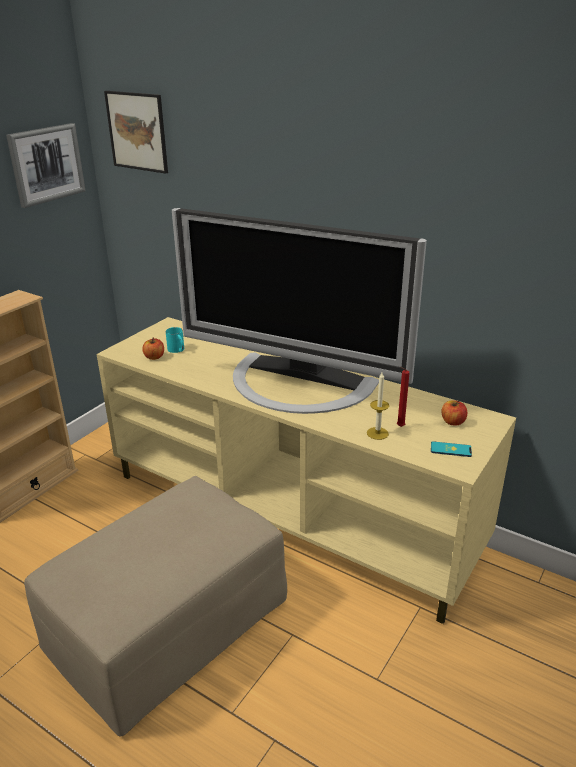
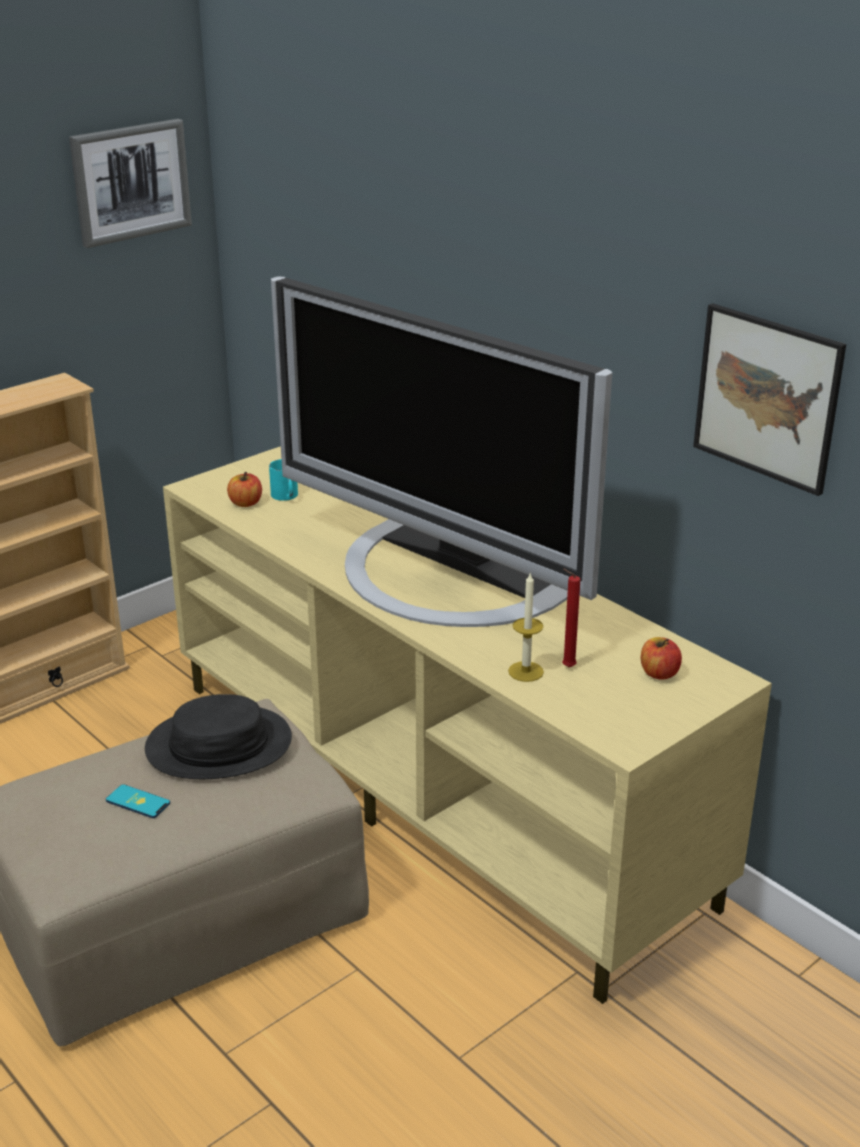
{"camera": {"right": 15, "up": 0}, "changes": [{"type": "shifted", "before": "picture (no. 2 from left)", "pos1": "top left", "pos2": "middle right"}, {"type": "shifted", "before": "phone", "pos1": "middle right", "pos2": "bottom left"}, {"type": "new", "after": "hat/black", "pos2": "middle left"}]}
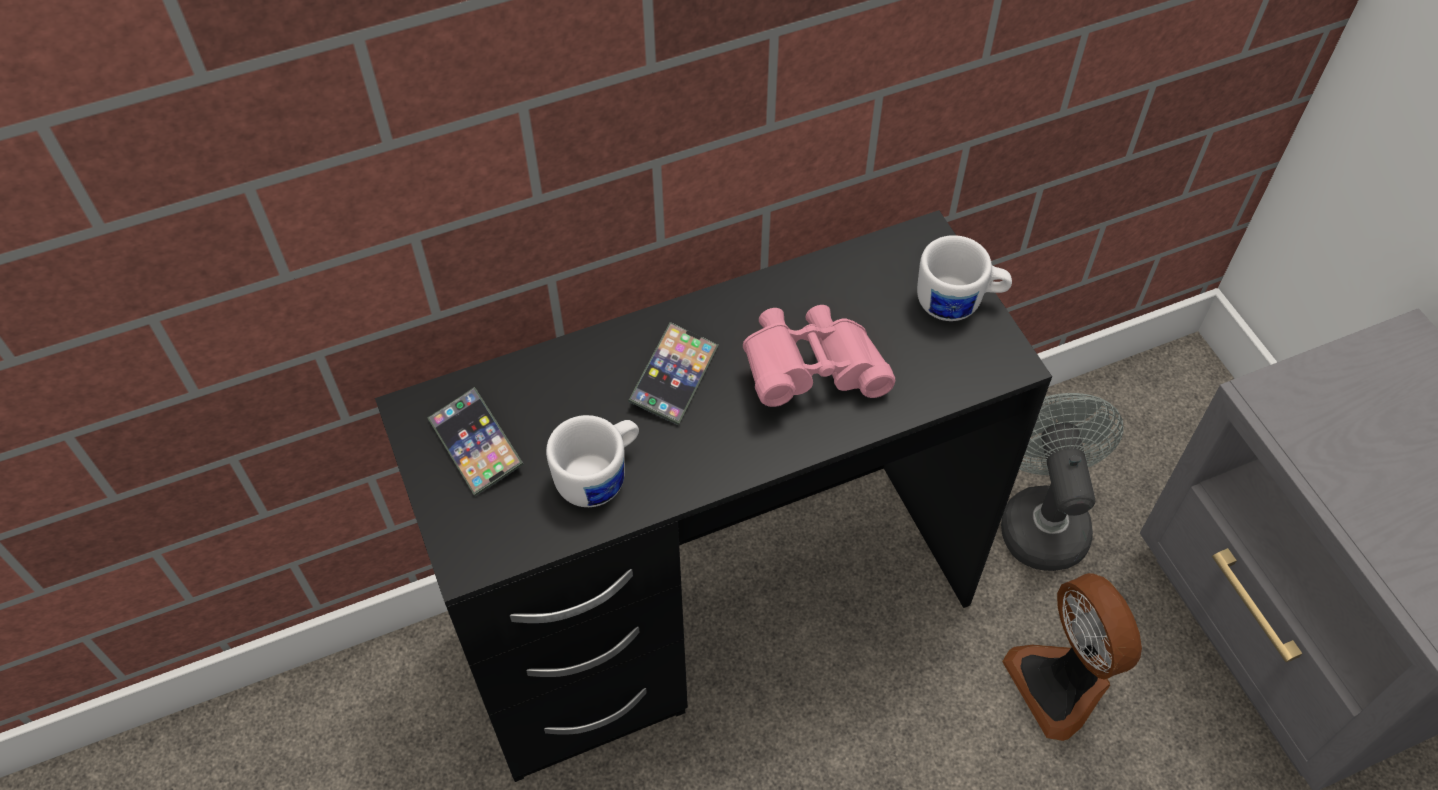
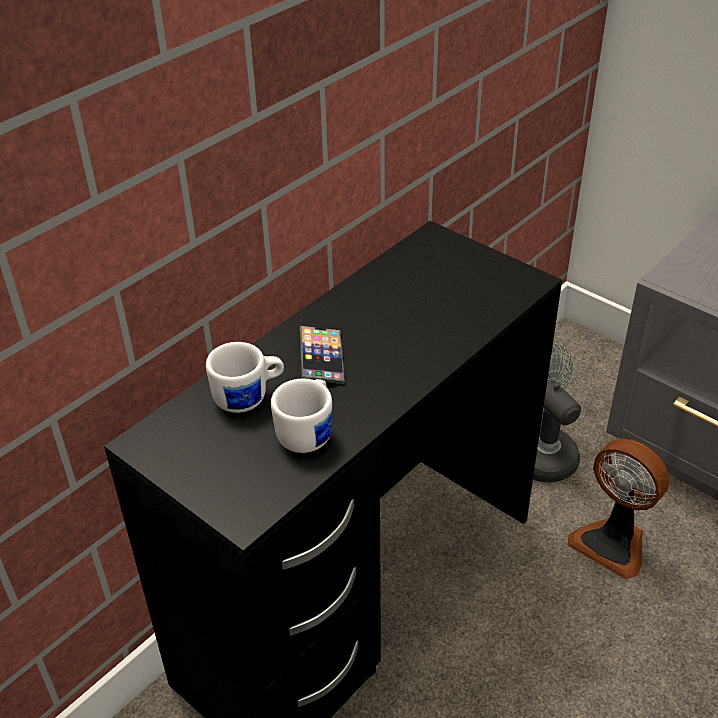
{"camera": {"right": -25, "up": -15}, "changes": [{"type": "gone", "before": "phone (no. 1 from left)", "pos1": "middle left"}, {"type": "gone", "before": "binoculars/pink", "pos1": "centre"}, {"type": "shifted", "before": "mug/white (no. 2 from left in the first image)", "after": "mug/white (no. 1 from left)", "pos1": "middle right", "pos2": "centre"}]}
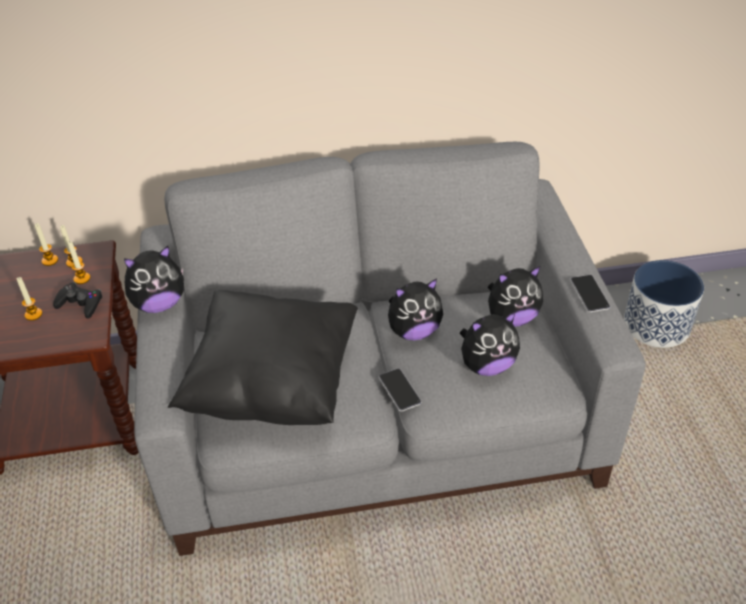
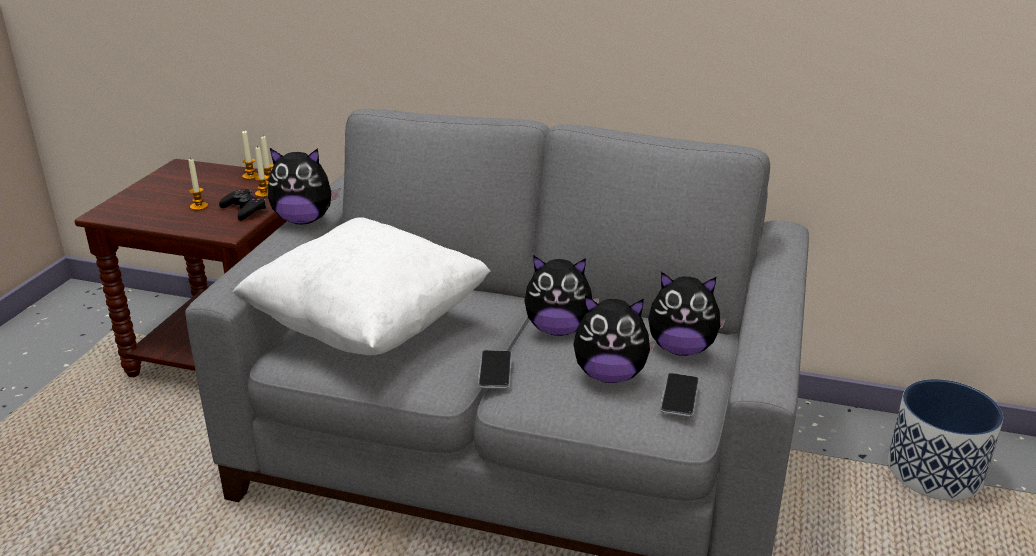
{"camera": {"right": 25, "up": -15}, "changes": [{"type": "repainted", "before": "pillow/black", "after": "pillow/white", "pos1": "centre", "pos2": "centre"}, {"type": "shifted", "before": "phone (no. 2 from left)", "pos1": "middle right", "pos2": "bottom centre"}]}
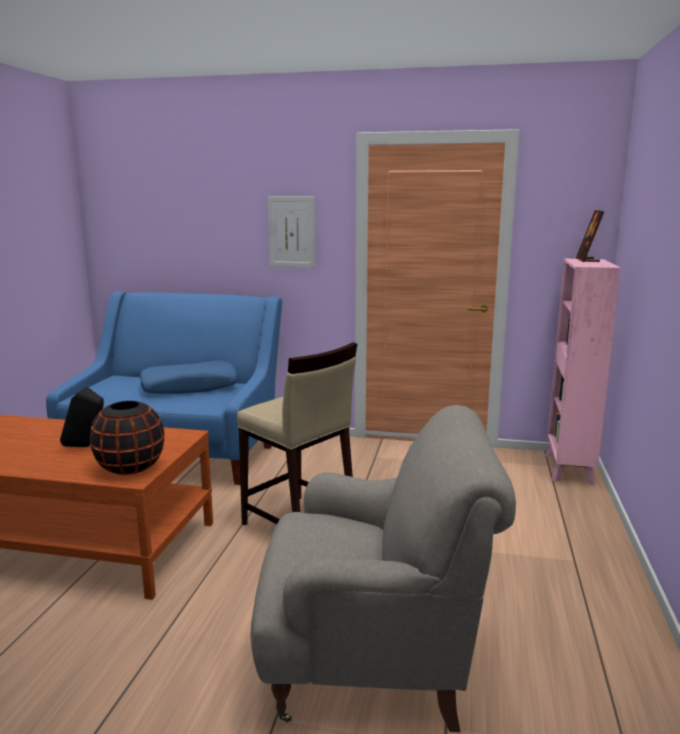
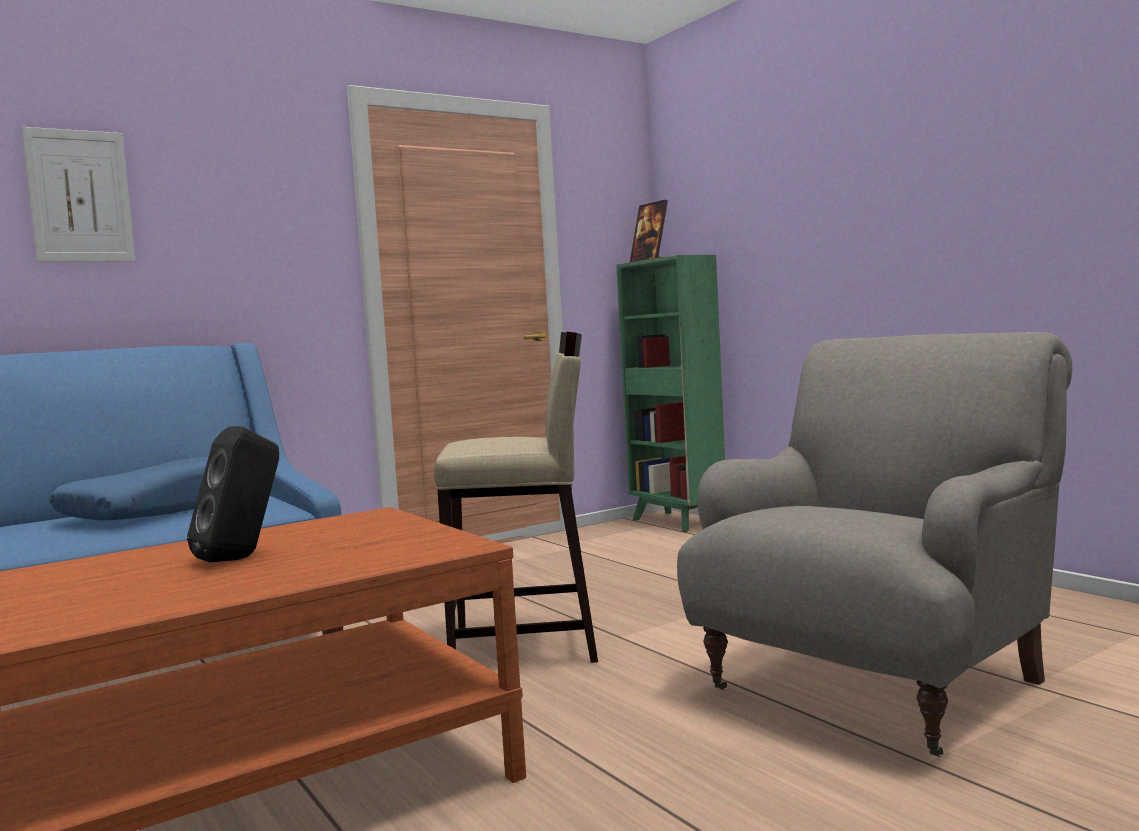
{"camera": {"right": -45, "up": -10}, "changes": [{"type": "gone", "before": "vase/black", "pos1": "middle left"}, {"type": "shifted", "before": "picture", "pos1": "top centre", "pos2": "top left"}, {"type": "repainted", "before": "bookcase/pink", "after": "bookcase/green", "pos1": "middle right", "pos2": "centre"}]}
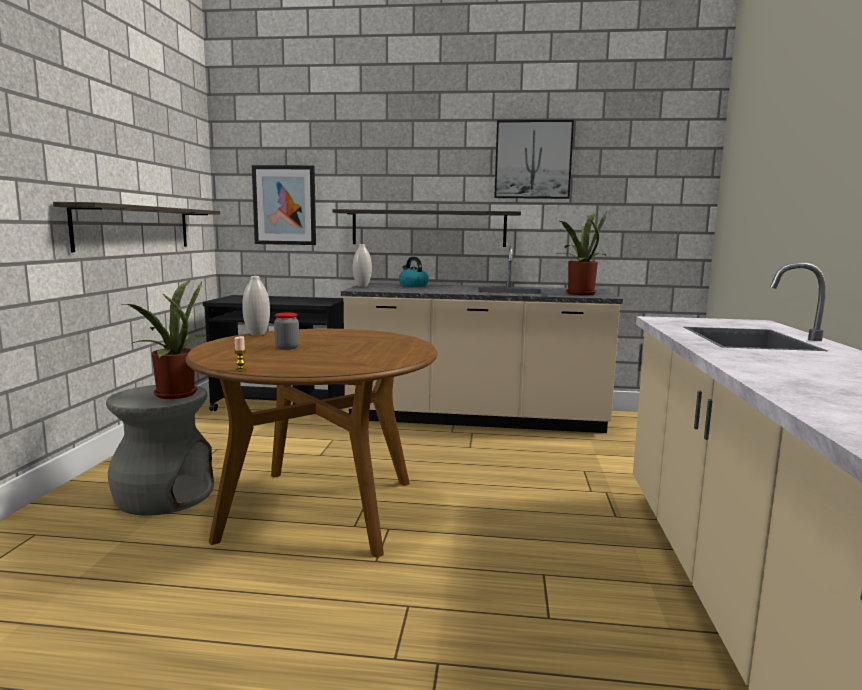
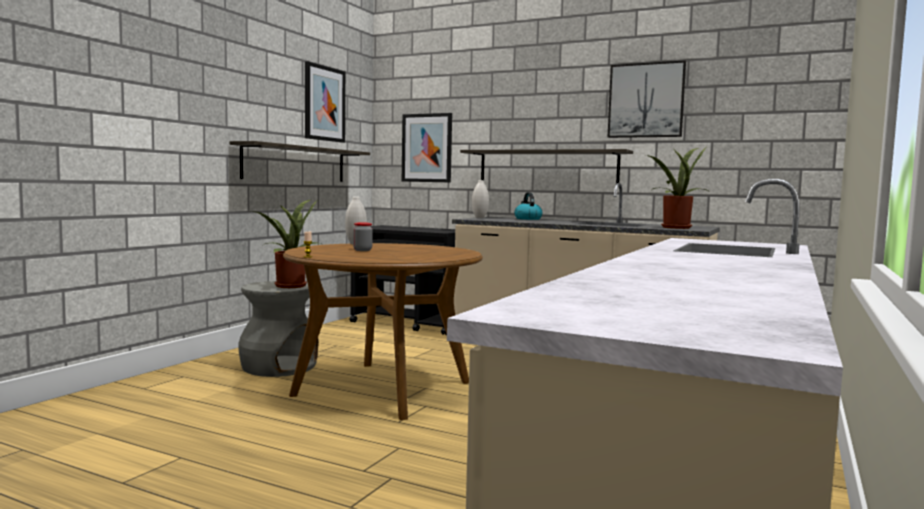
{"camera": {"right": 20, "up": -5}, "changes": [{"type": "new", "after": "picture (no. 1 from left)", "pos2": "top centre"}]}
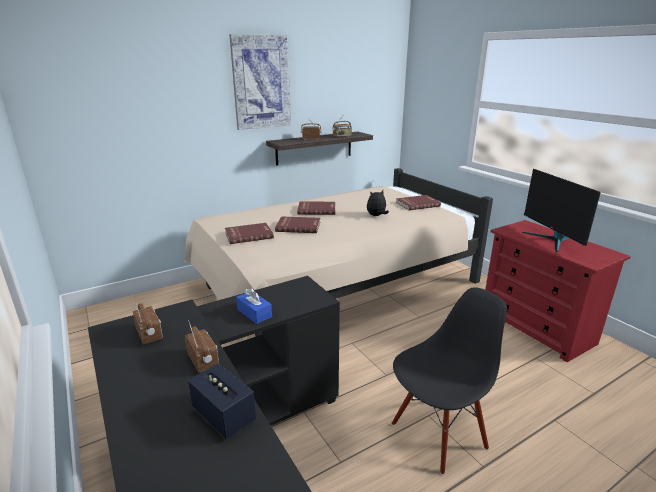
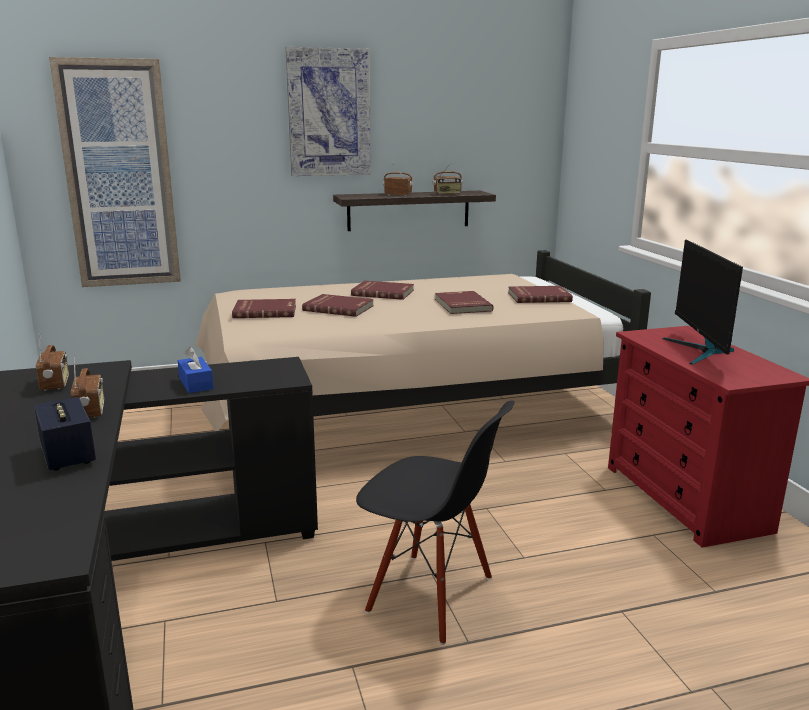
{"camera": {"right": 15, "up": -5}, "changes": [{"type": "swapped", "before": "plush toy", "after": "book/red (no. 4 from left)", "pos1": "centre", "pos2": "centre"}, {"type": "rotated", "before": "chair/black", "pos1": "bottom right", "pos2": "bottom centre", "turn": 45}, {"type": "new", "after": "picture (no. 1 from left)", "pos2": "top left"}]}
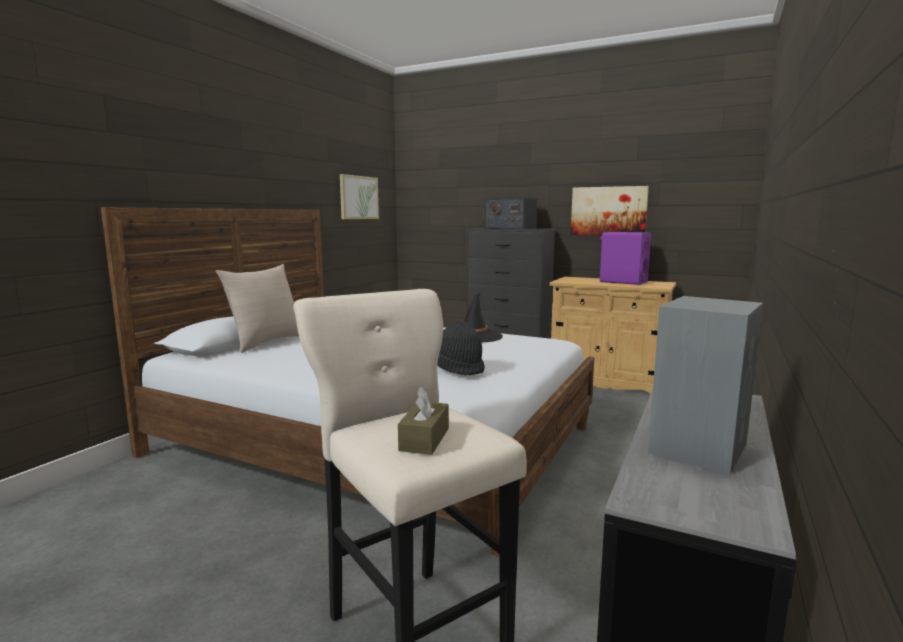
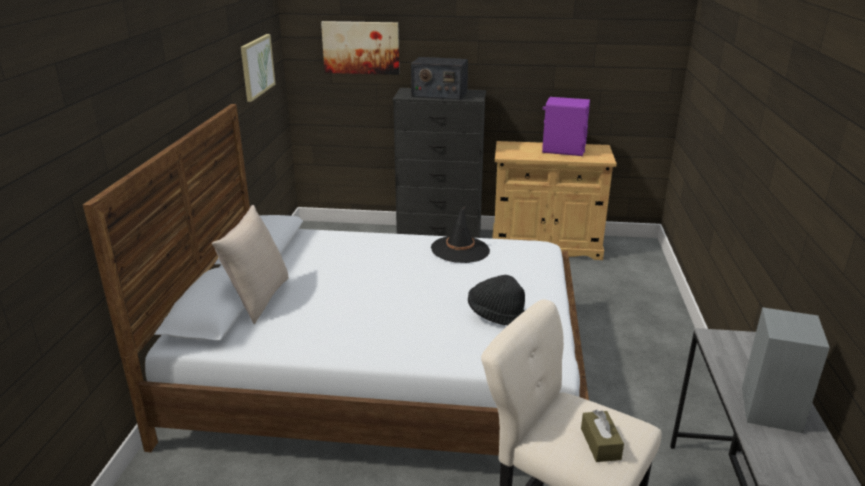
{"camera": {"right": -20, "up": 15}, "changes": [{"type": "shifted", "before": "picture (no. 2 from left)", "pos1": "top right", "pos2": "top centre"}]}
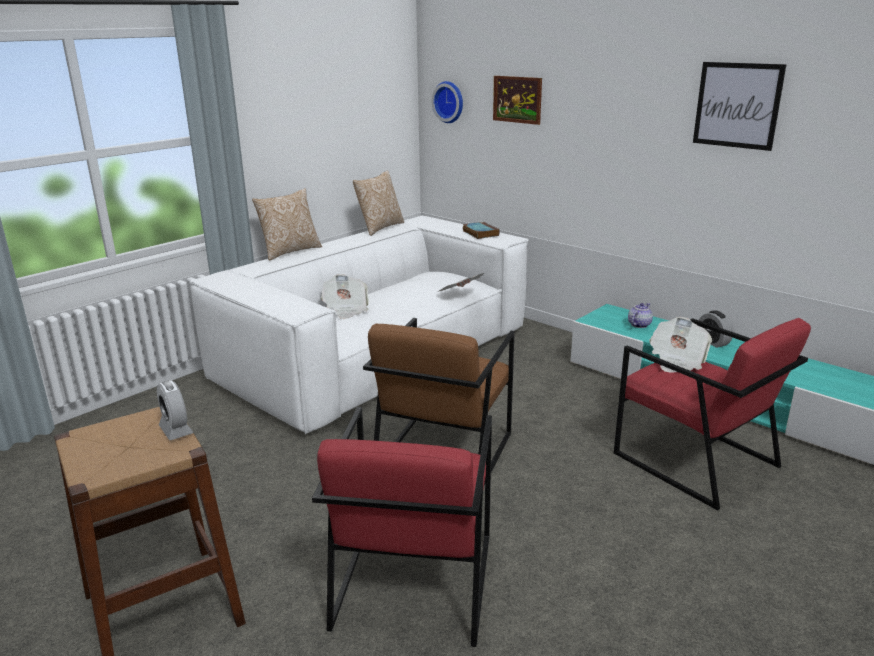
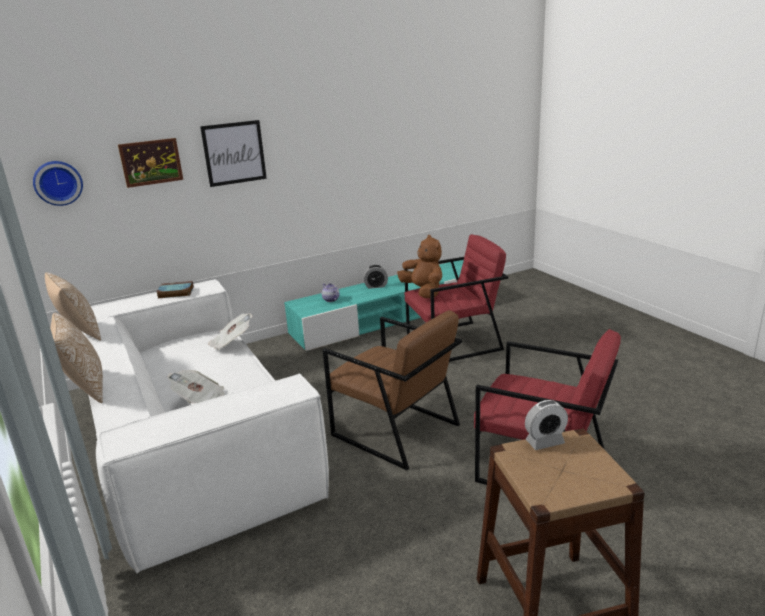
{"camera": {"right": -70, "up": 0}, "changes": [{"type": "swapped", "before": "newspaper (no. 3 from left)", "after": "plush toy/brown", "pos1": "middle right", "pos2": "centre"}, {"type": "shifted", "before": "picture (no. 2 from left)", "pos1": "top right", "pos2": "top left"}]}
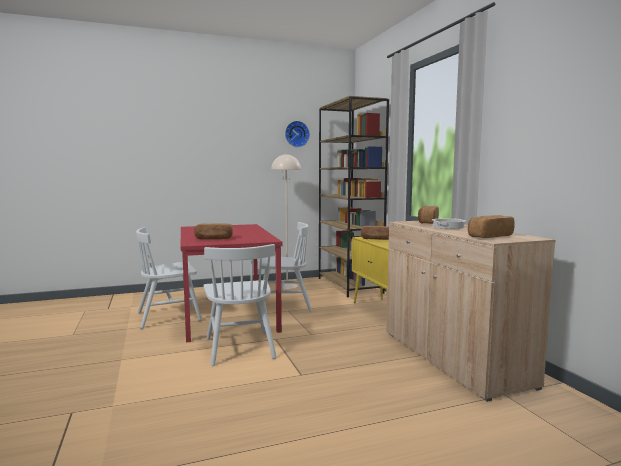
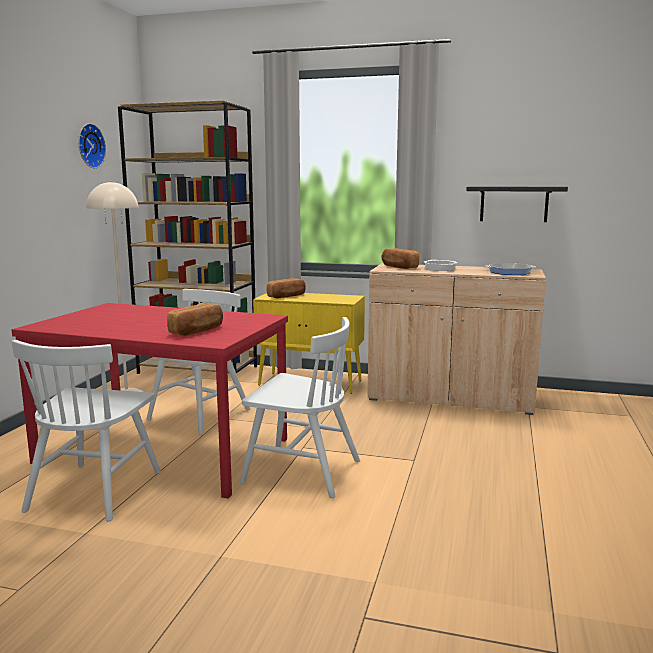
{"camera": {"right": -55, "up": 5}, "changes": [{"type": "swapped", "before": "bread (no. 4 from left)", "after": "frying pan", "pos1": "middle right", "pos2": "middle right"}, {"type": "new", "after": "shelf/black", "pos2": "top right"}]}
